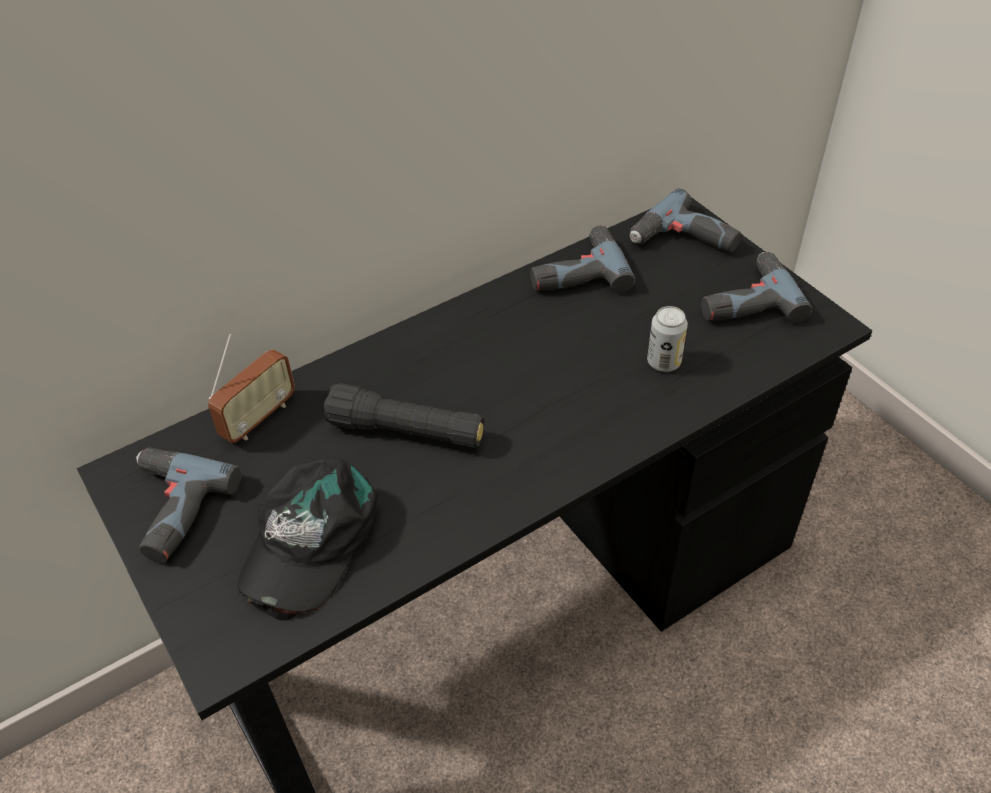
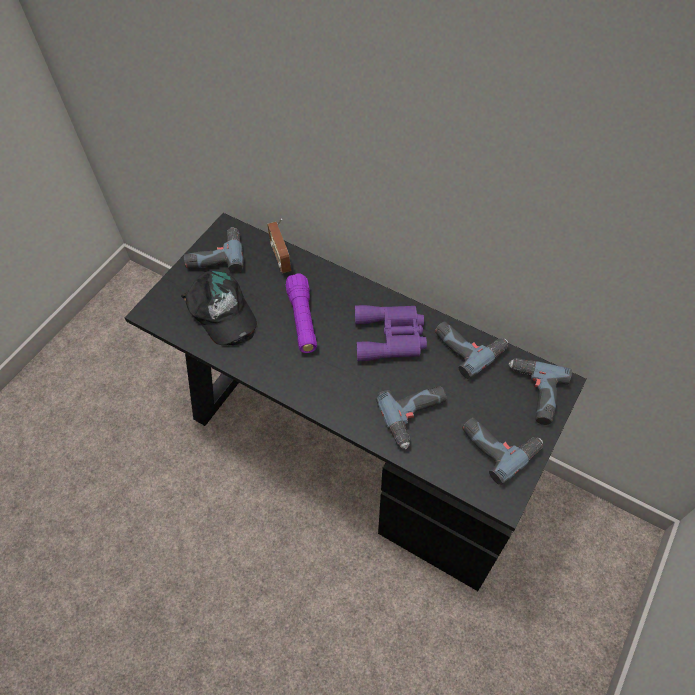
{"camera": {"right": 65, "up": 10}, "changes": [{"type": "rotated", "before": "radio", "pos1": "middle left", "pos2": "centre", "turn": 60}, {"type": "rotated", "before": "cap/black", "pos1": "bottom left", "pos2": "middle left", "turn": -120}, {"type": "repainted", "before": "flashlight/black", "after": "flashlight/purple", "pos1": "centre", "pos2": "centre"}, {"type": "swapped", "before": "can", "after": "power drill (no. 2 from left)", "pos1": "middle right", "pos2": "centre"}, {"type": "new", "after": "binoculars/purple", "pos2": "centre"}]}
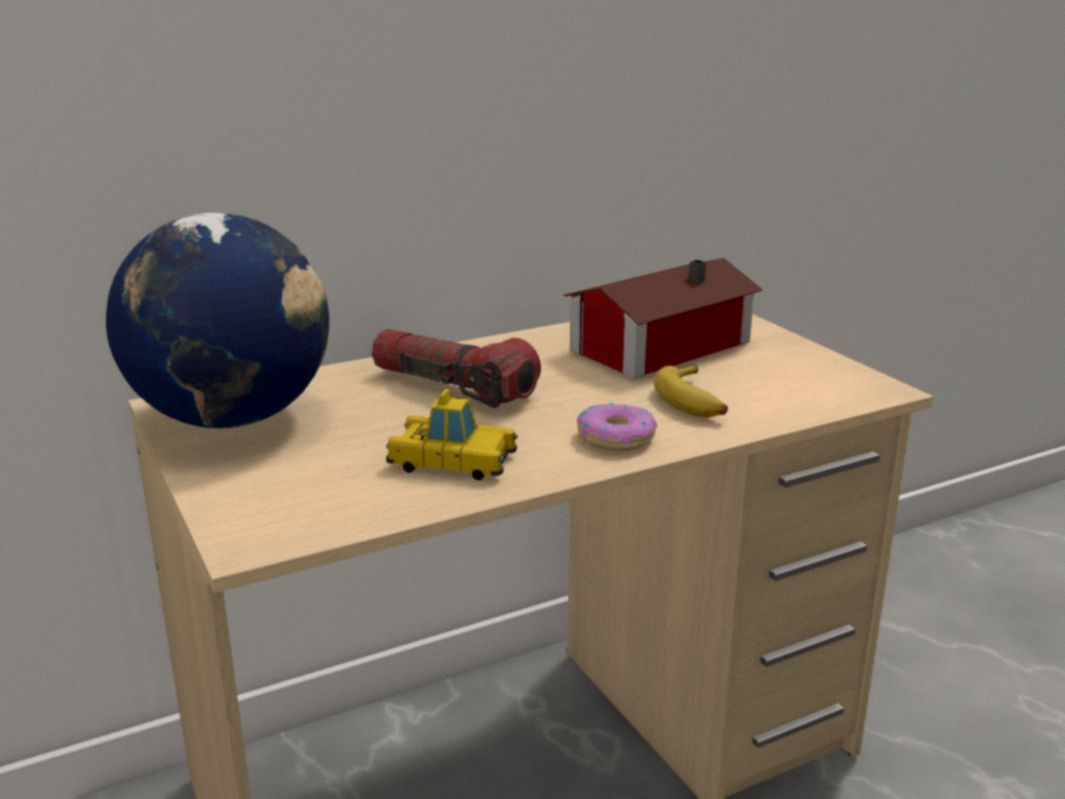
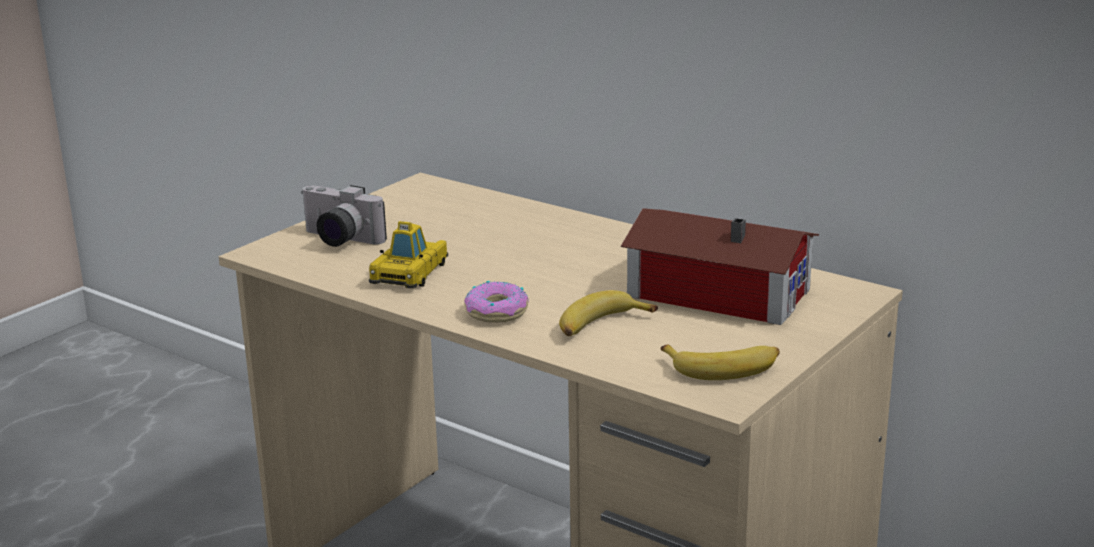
{"camera": {"right": 65, "up": 0}, "changes": [{"type": "gone", "before": "globe", "pos1": "middle left"}, {"type": "gone", "before": "flashlight", "pos1": "centre"}, {"type": "rotated", "before": "toy car", "pos1": "centre", "pos2": "centre", "turn": -150}, {"type": "new", "after": "photo camera", "pos2": "middle left"}, {"type": "new", "after": "banana (no. 2 from left)", "pos2": "centre"}]}
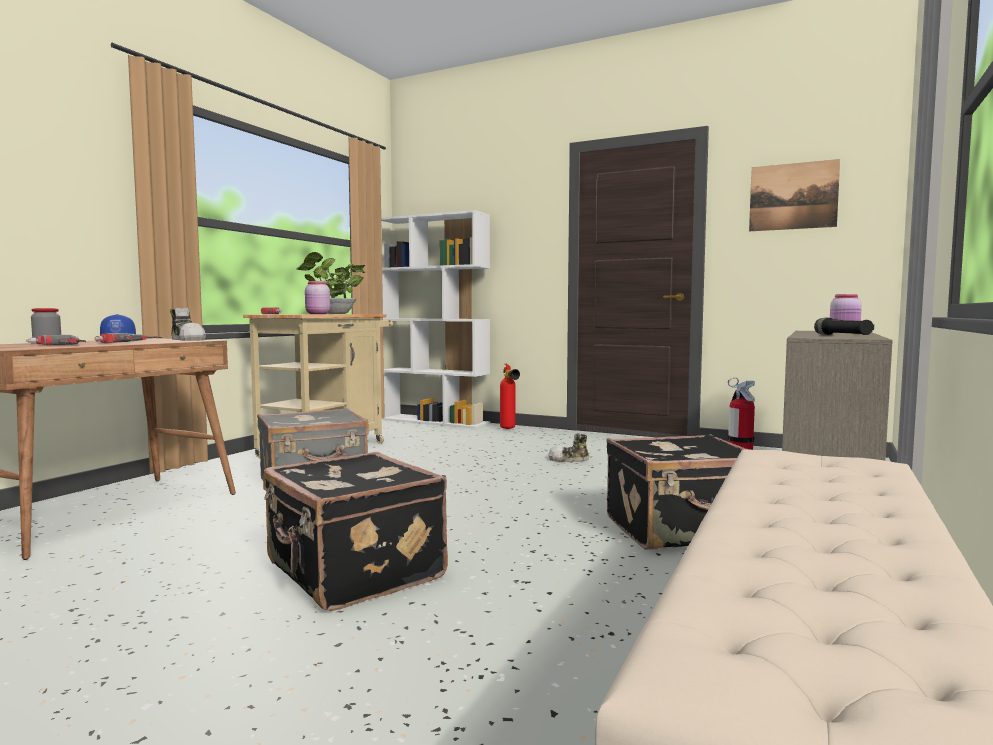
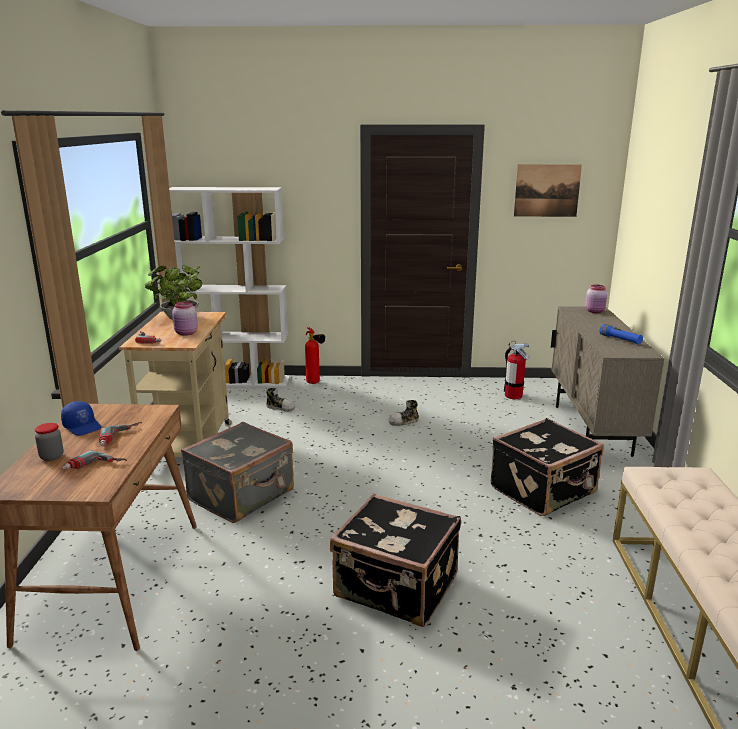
{"camera": {"right": -25, "up": 15}, "changes": [{"type": "shifted", "before": "shoe (no. 1 from left)", "pos1": "middle left", "pos2": "centre"}, {"type": "repainted", "before": "flashlight/black", "after": "flashlight/blue", "pos1": "middle right", "pos2": "middle right"}]}
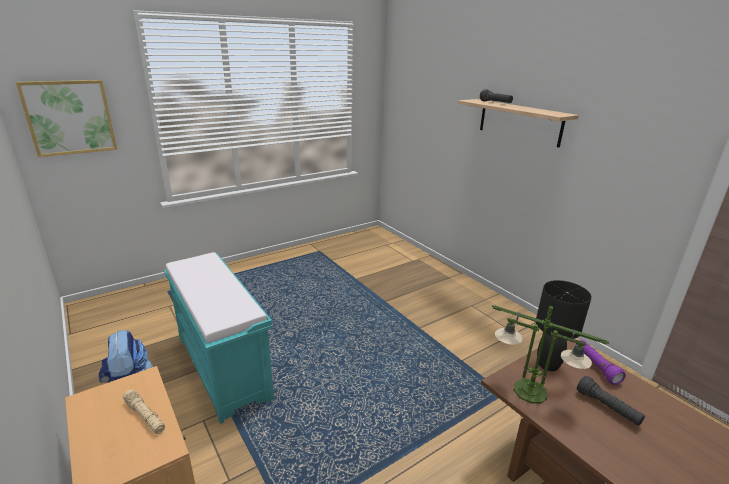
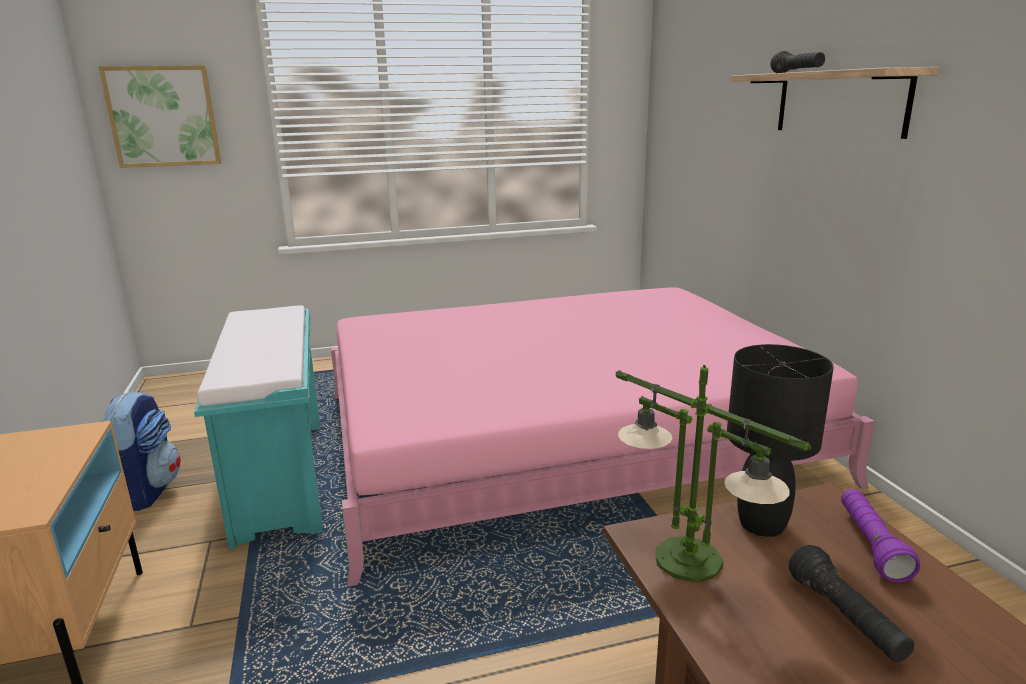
{"camera": {"right": 20, "up": -5}, "changes": [{"type": "gone", "before": "flashlight/beige", "pos1": "bottom left"}, {"type": "new", "after": "bed/pink", "pos2": "centre"}]}
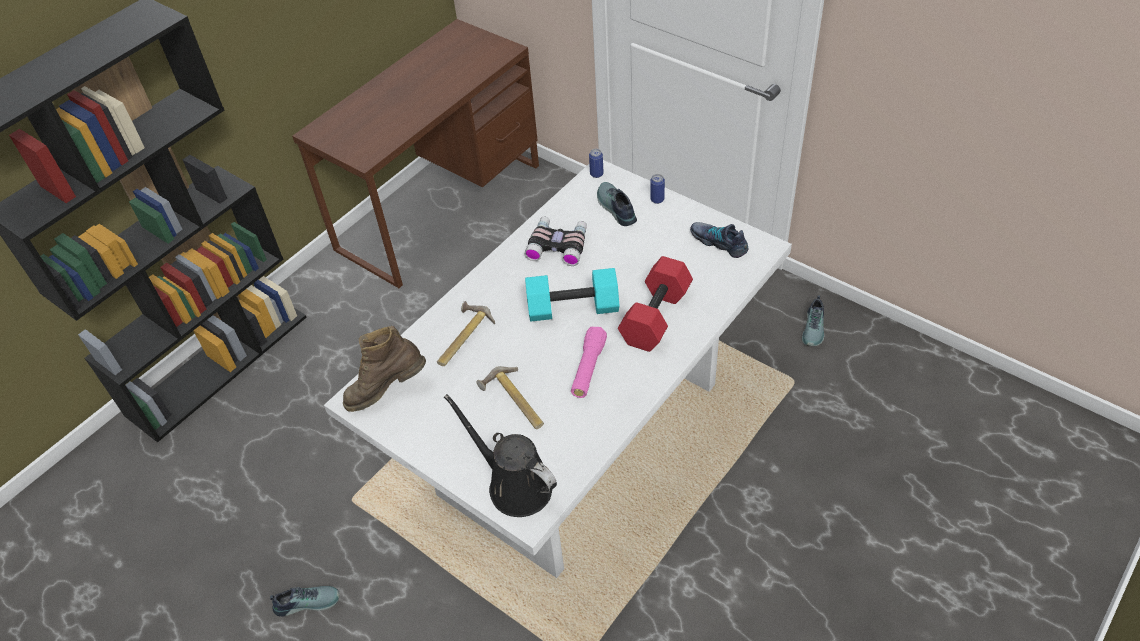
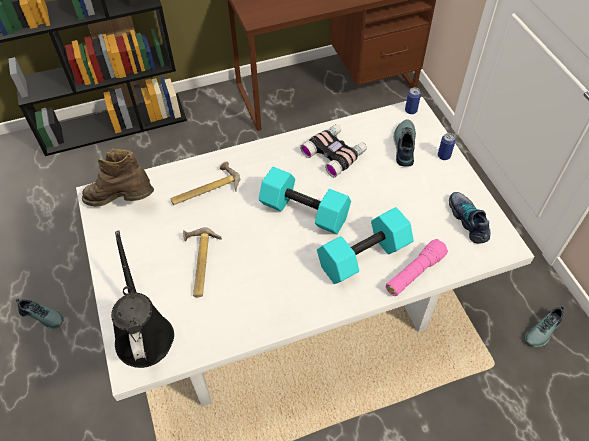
{"camera": {"right": 30, "up": 5}, "changes": [{"type": "shifted", "before": "flashlight/pink", "pos1": "centre", "pos2": "middle right"}, {"type": "repainted", "before": "dumbbell/red", "after": "dumbbell/turquoise (no. 2 from left)", "pos1": "centre", "pos2": "centre"}]}
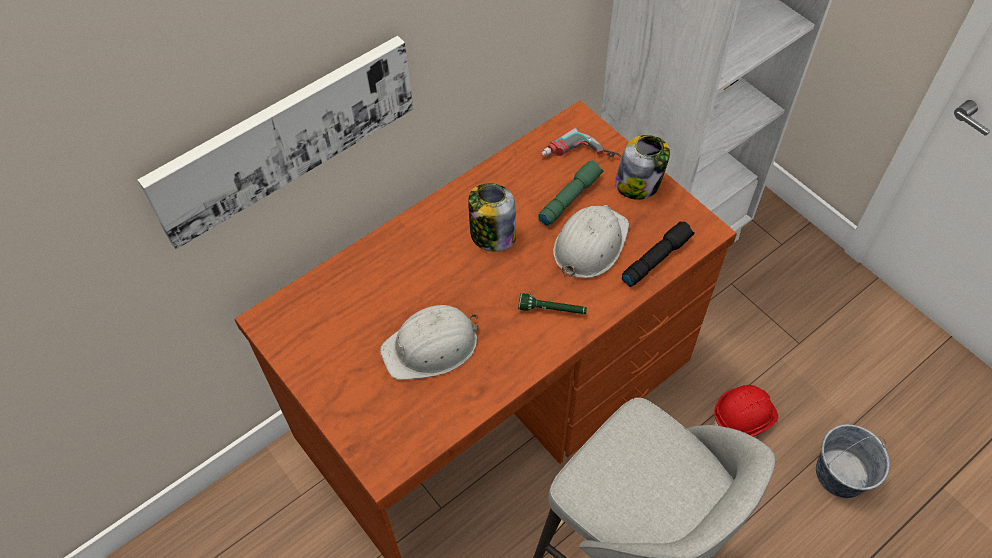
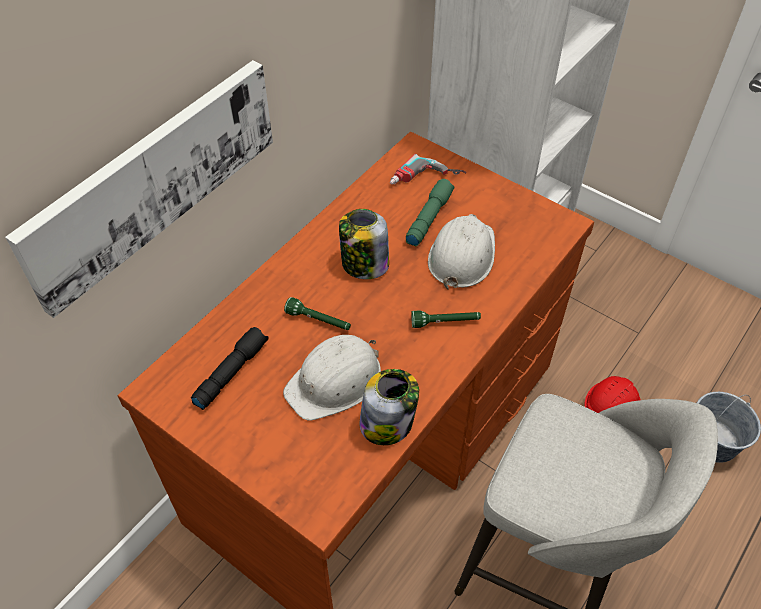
{"camera": {"right": -15, "up": -5}, "changes": [{"type": "shifted", "before": "jar (no. 2 from left)", "pos1": "top centre", "pos2": "bottom centre"}, {"type": "shifted", "before": "flashlight/black", "pos1": "centre", "pos2": "middle left"}, {"type": "new", "after": "flashlight/green (no. 1 from left)", "pos2": "centre"}]}
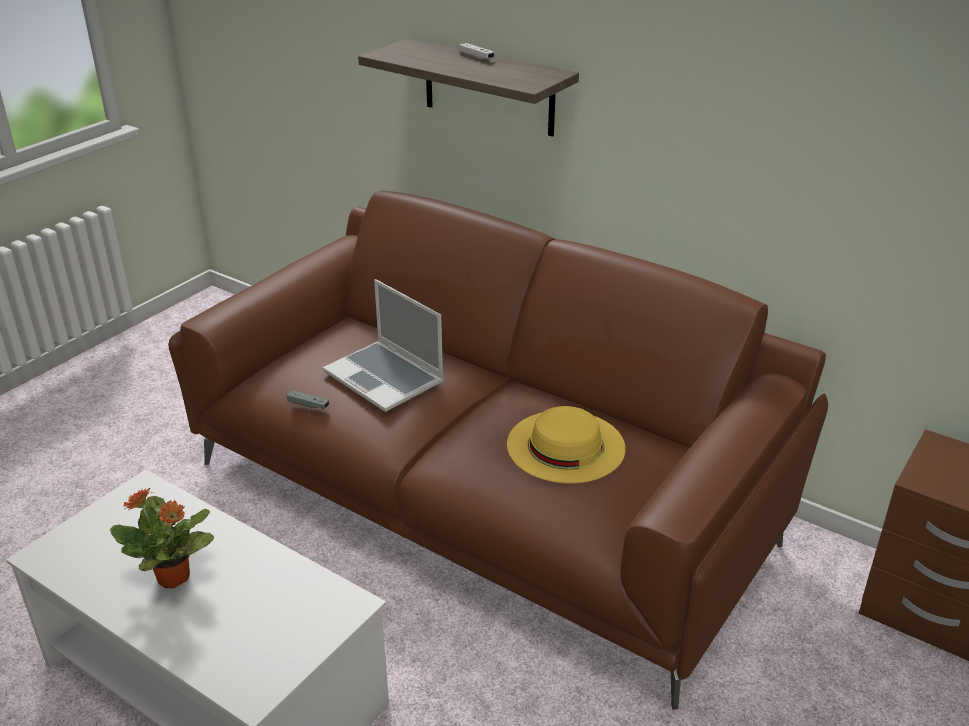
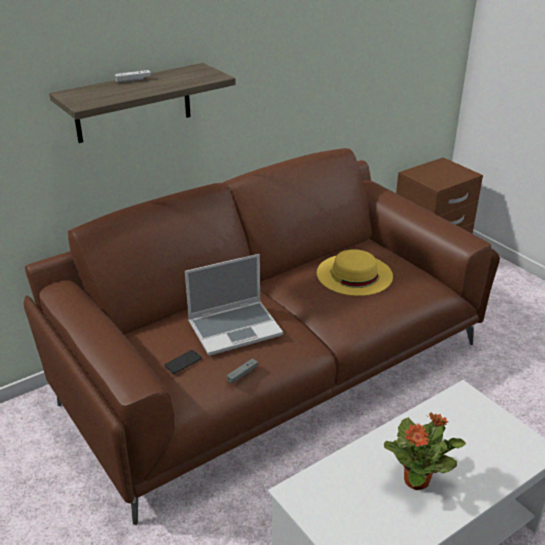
{"camera": {"right": -70, "up": 0}, "changes": [{"type": "new", "after": "phone", "pos2": "centre"}]}
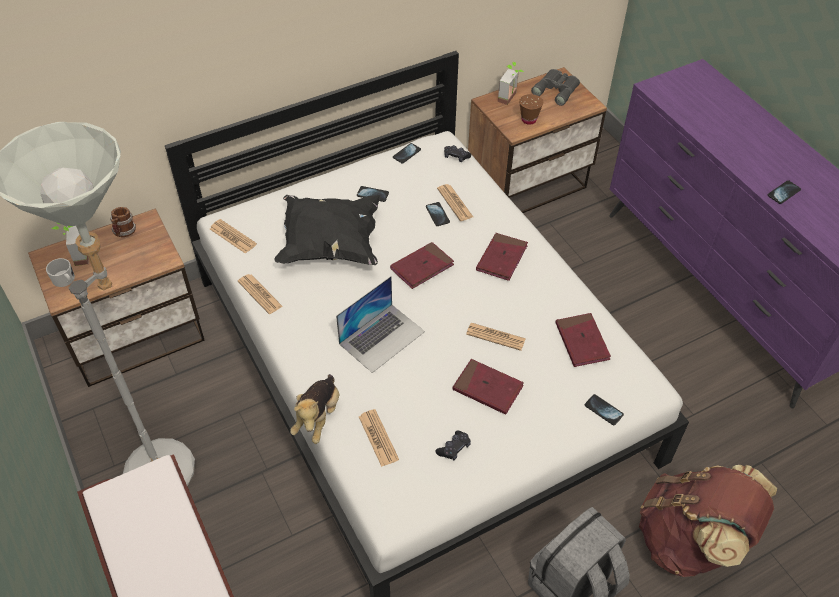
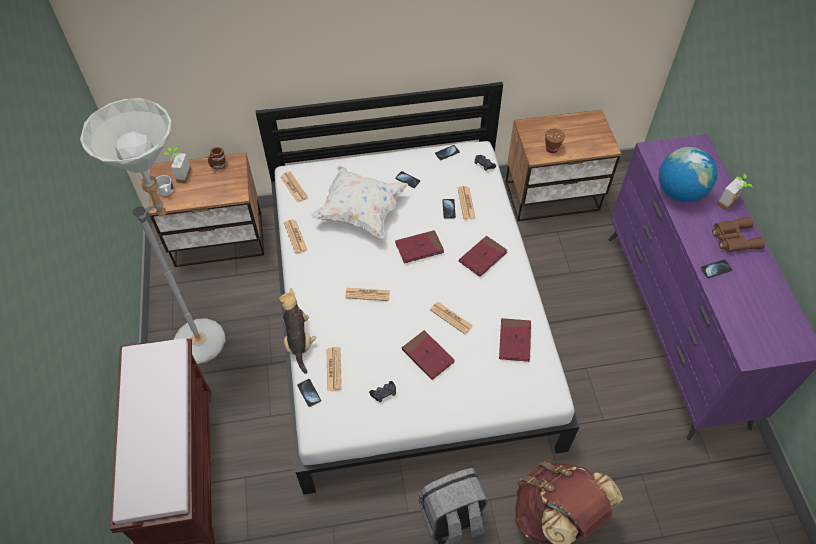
{"camera": {"right": 20, "up": 5}, "changes": [{"type": "repainted", "before": "pillow/black", "after": "pillow/white", "pos1": "centre", "pos2": "centre"}, {"type": "rotated", "before": "plush toy", "pos1": "bottom centre", "pos2": "centre", "turn": 135}, {"type": "swapped", "before": "laptop", "after": "newspaper (no. 4 from left)", "pos1": "centre", "pos2": "centre"}, {"type": "shifted", "before": "potted plant (no. 2 from left)", "pos1": "top centre", "pos2": "middle right"}, {"type": "gone", "before": "binoculars/grey", "pos1": "top centre"}, {"type": "shifted", "before": "phone (no. 4 from left in the first image)", "after": "phone (no. 1 from left)", "pos1": "bottom right", "pos2": "bottom centre"}, {"type": "new", "after": "globe", "pos2": "top right"}, {"type": "new", "after": "binoculars/brown", "pos2": "middle right"}]}
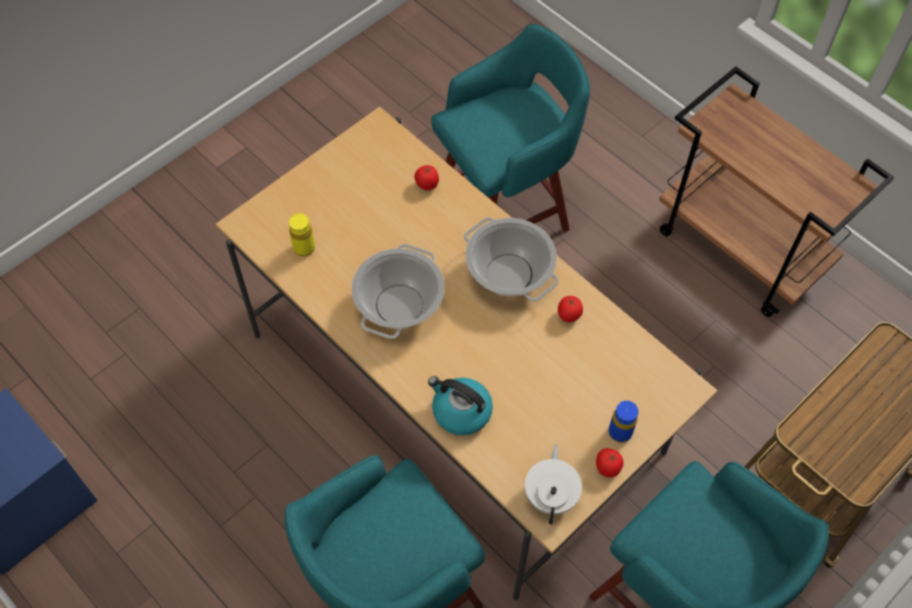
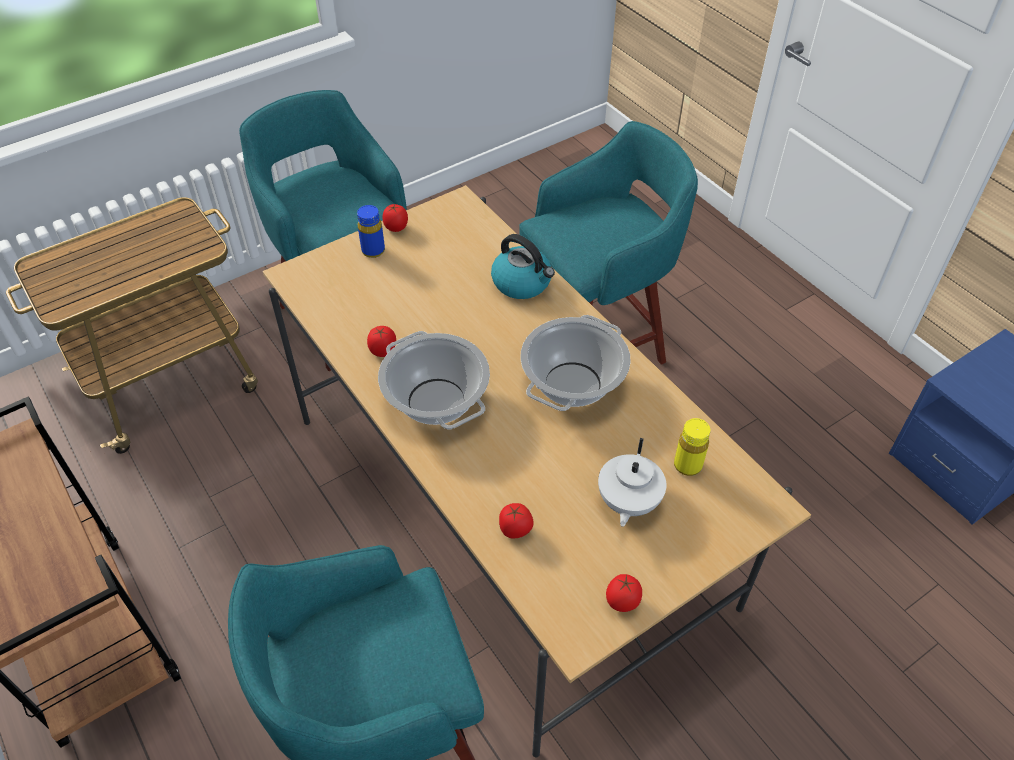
{"camera": {"right": -170, "up": -10}, "changes": [{"type": "shifted", "before": "teapot/white", "pos1": "bottom centre", "pos2": "centre"}, {"type": "new", "after": "tomato (no. 4 from left)", "pos2": "bottom centre"}]}
